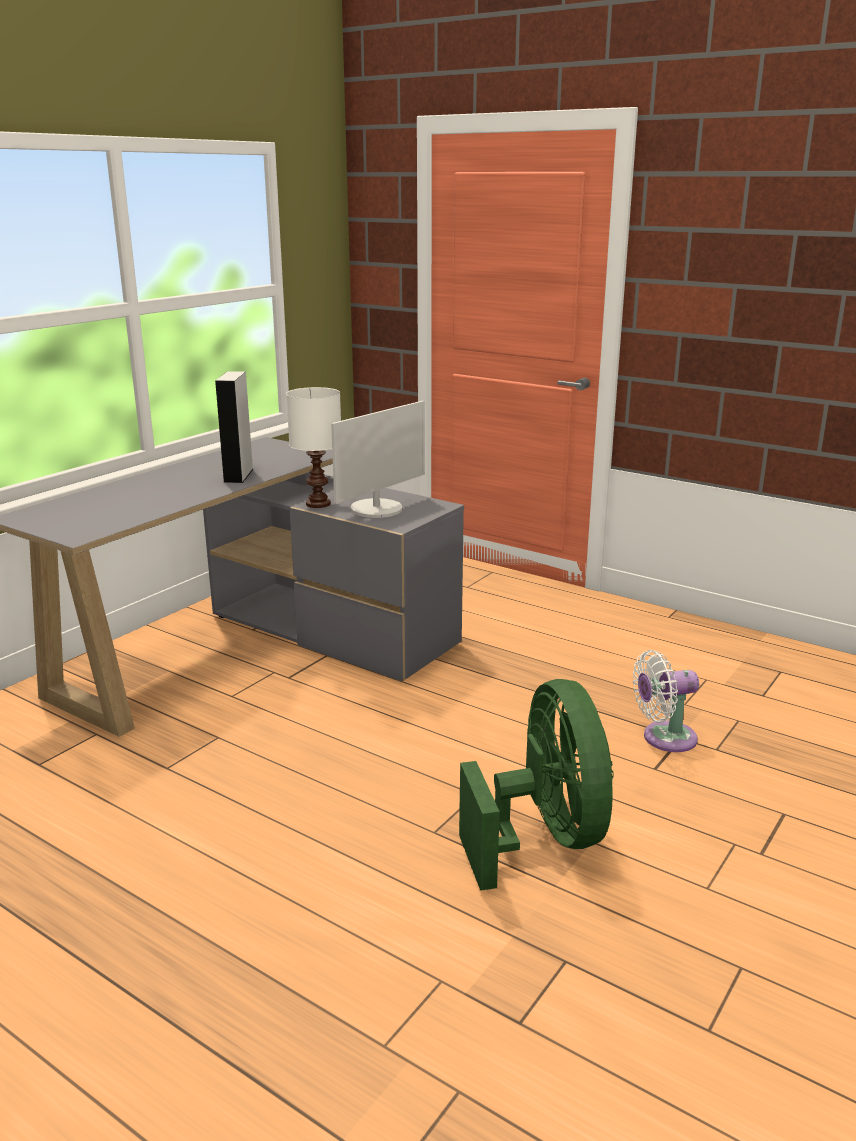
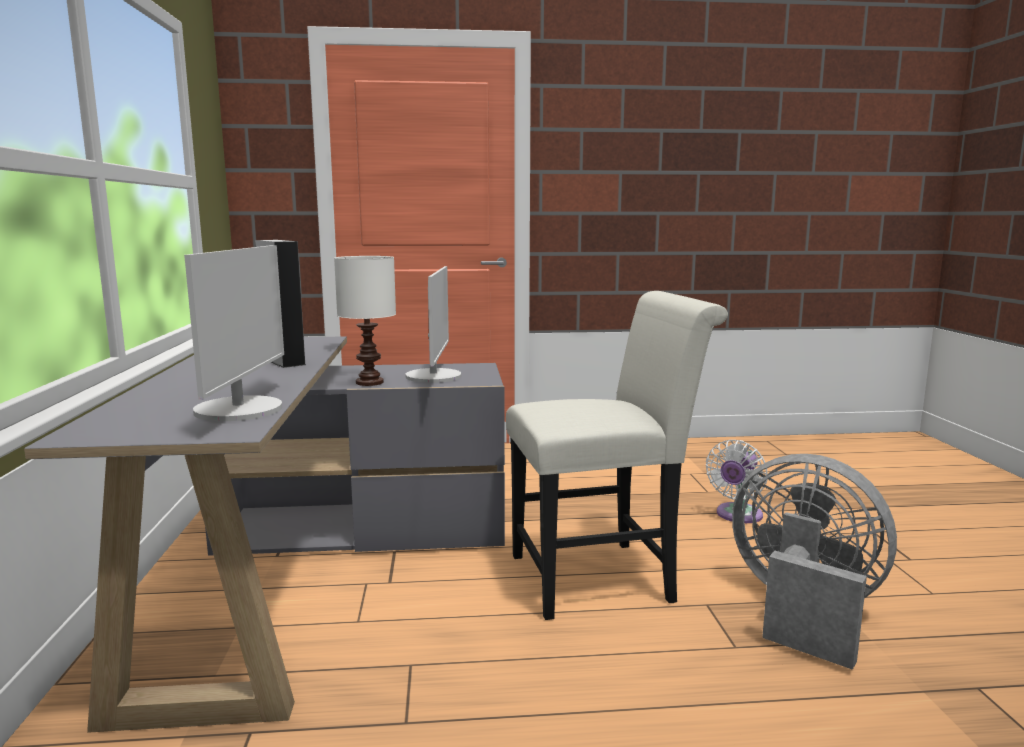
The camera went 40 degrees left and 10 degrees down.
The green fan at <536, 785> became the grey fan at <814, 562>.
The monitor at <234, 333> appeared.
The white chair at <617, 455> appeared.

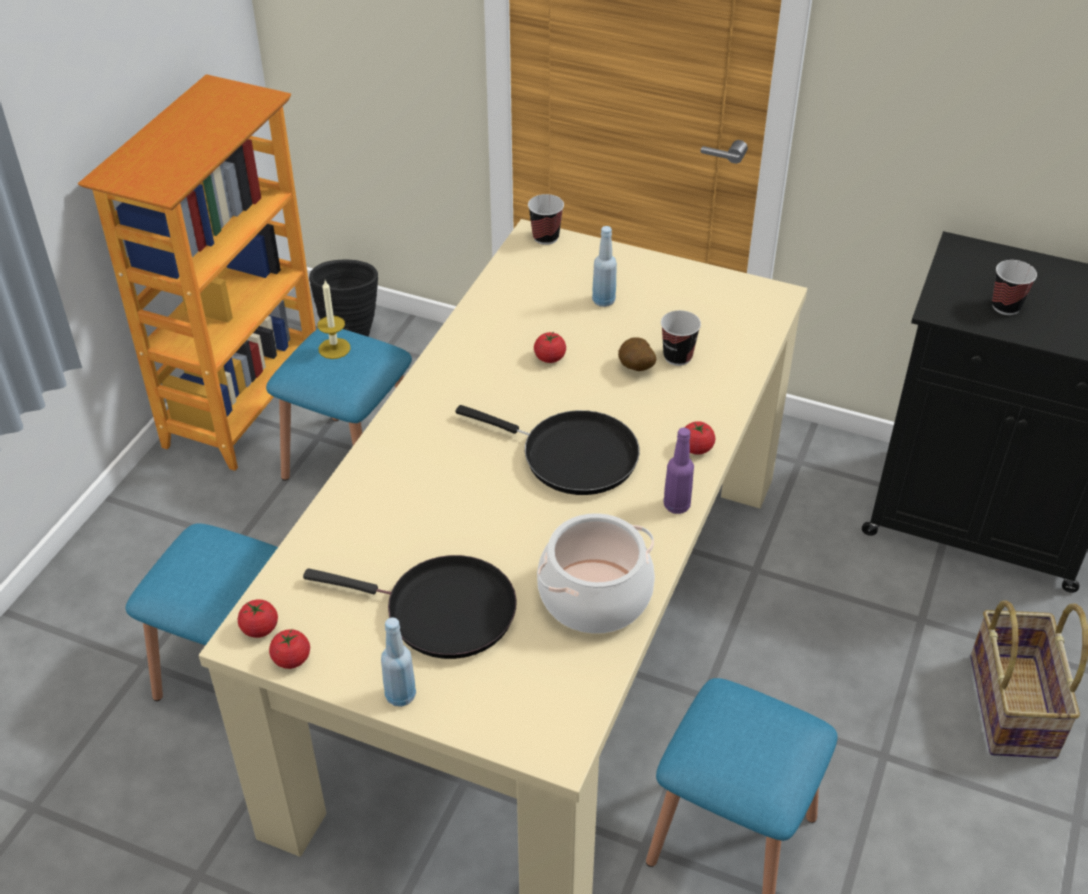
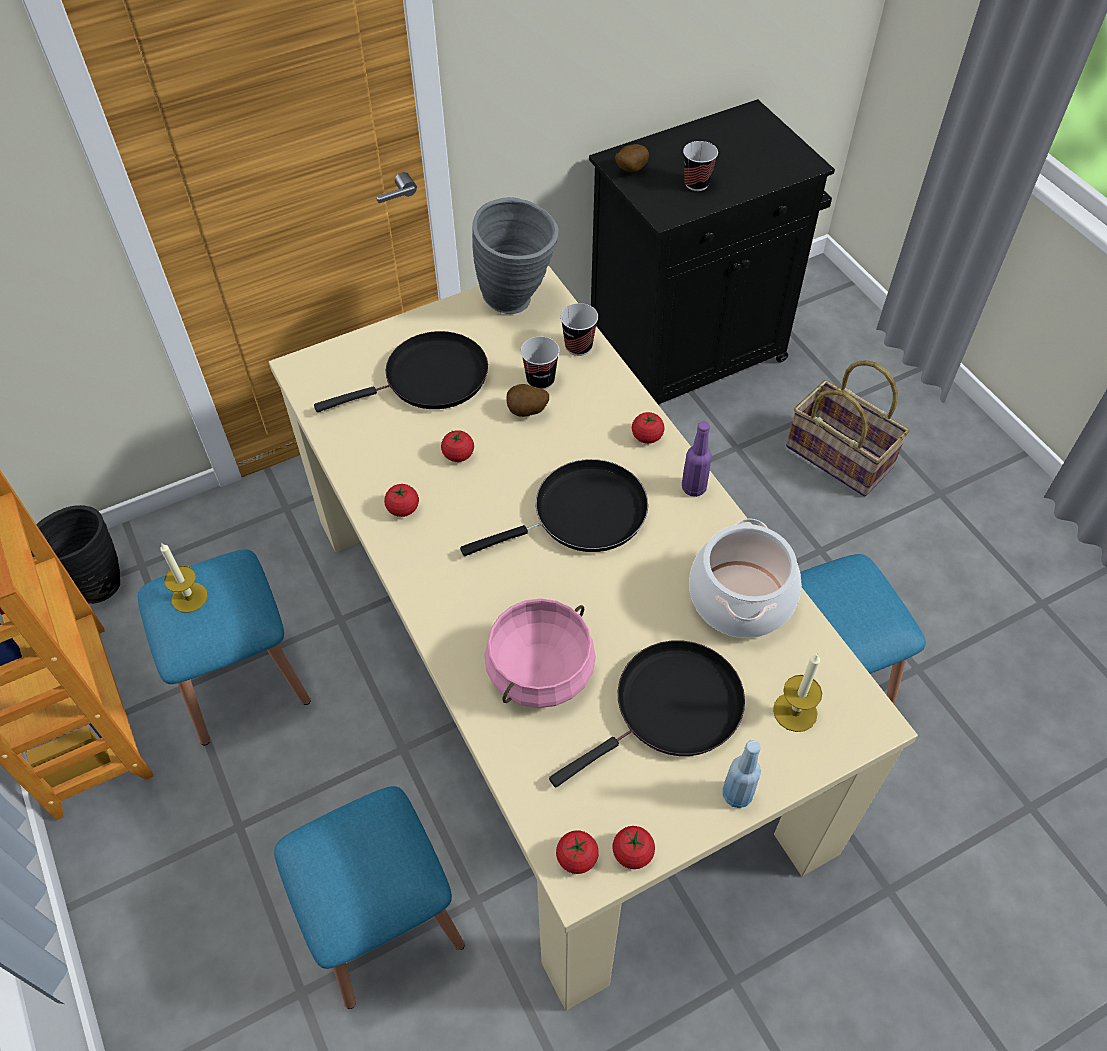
The camera went 50 degrees left and 10 degrees up.
The cup moved from <546, 219> to <579, 329>.
The blue bottle at <604, 266> was replaced by the black frying pan at <401, 371>.
The potato at <632, 158> appeared.
The grey vase at <515, 255> appeared.
The tomato at <401, 500> appeared.
The pink cooking pot at <540, 653> appeared.
The candle at <797, 693> appeared.

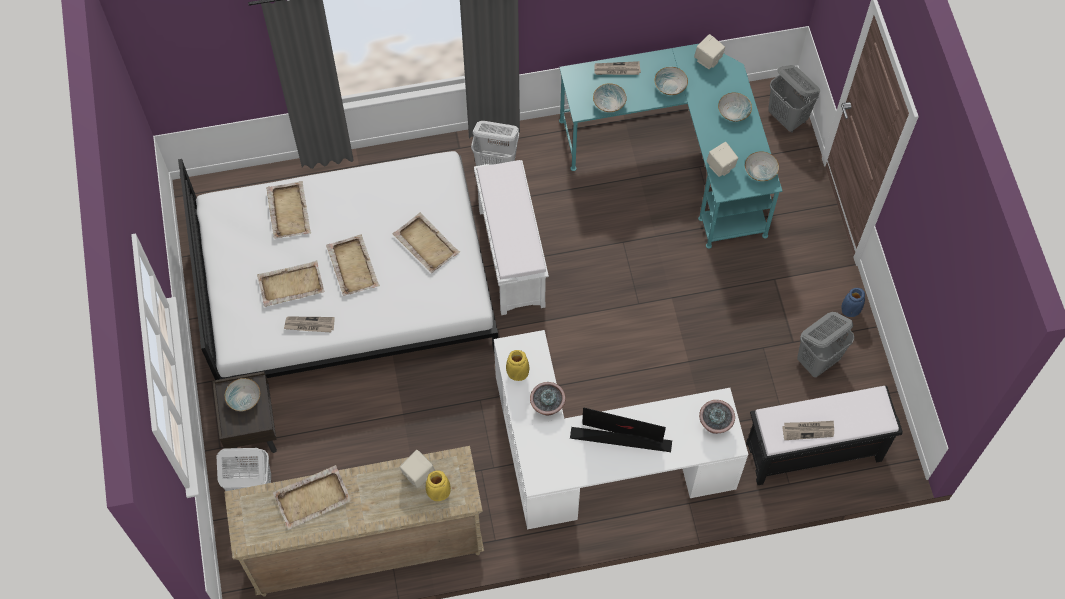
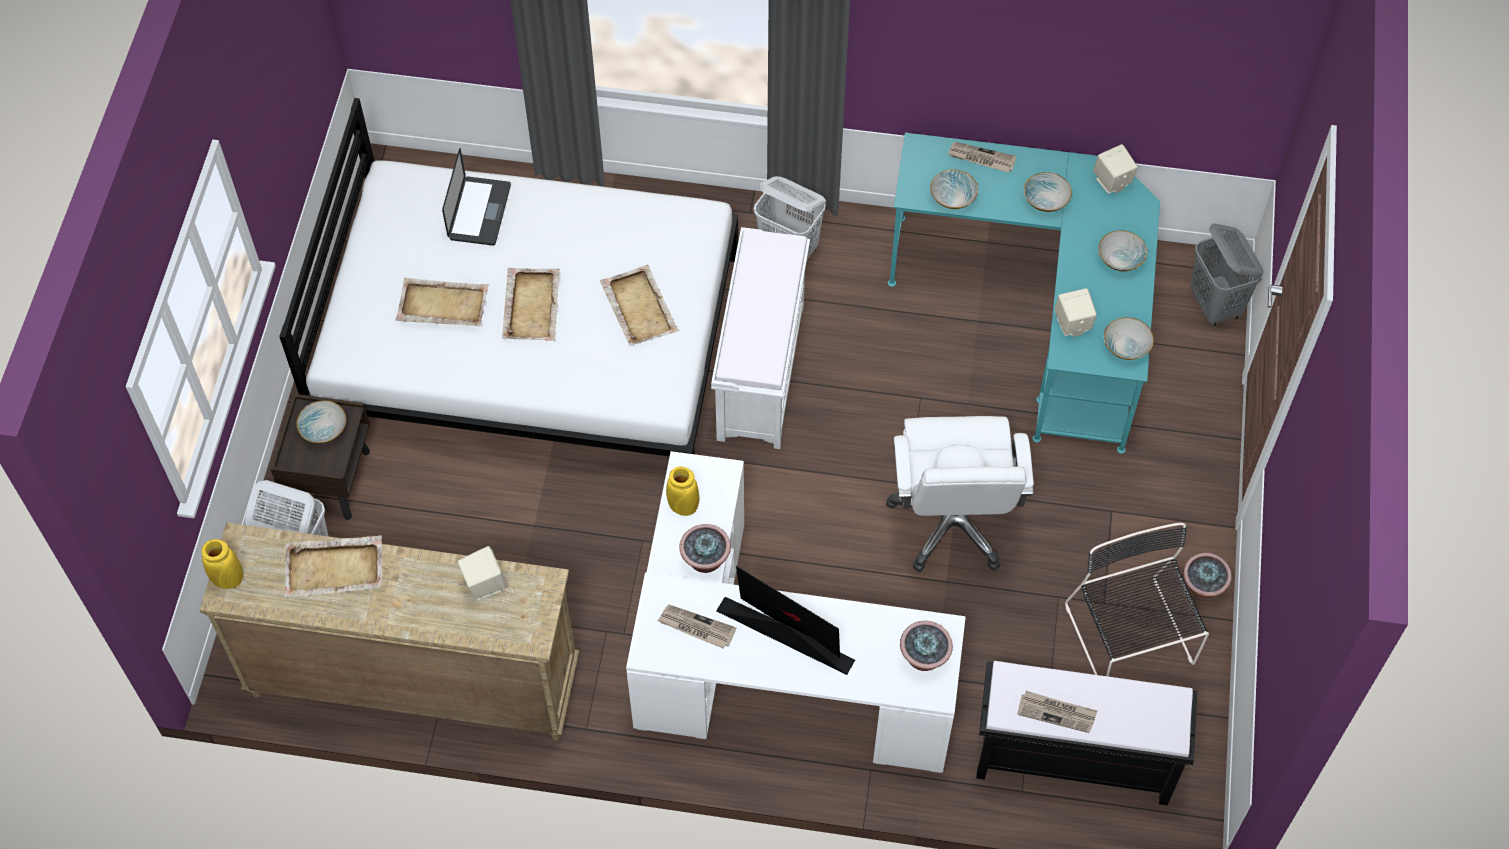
The camera went 20 degrees right and 5 degrees down.
The beige tray at <289, 210> was replaced by the laptop at <476, 197>.
The blue vase at <853, 302> was replaced by the potted plant at <1207, 575>.
The grey laundry basket at <825, 344> was replaced by the black chair at <1137, 600>.
The newspaper moved from <309, 324> to <697, 627>.
The yellow vase moved from <438, 485> to <222, 564>.
The white office chair at <960, 494> appeared.

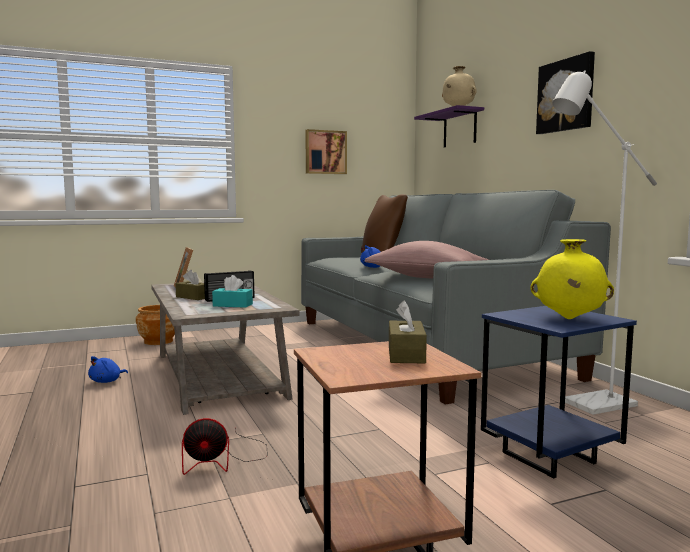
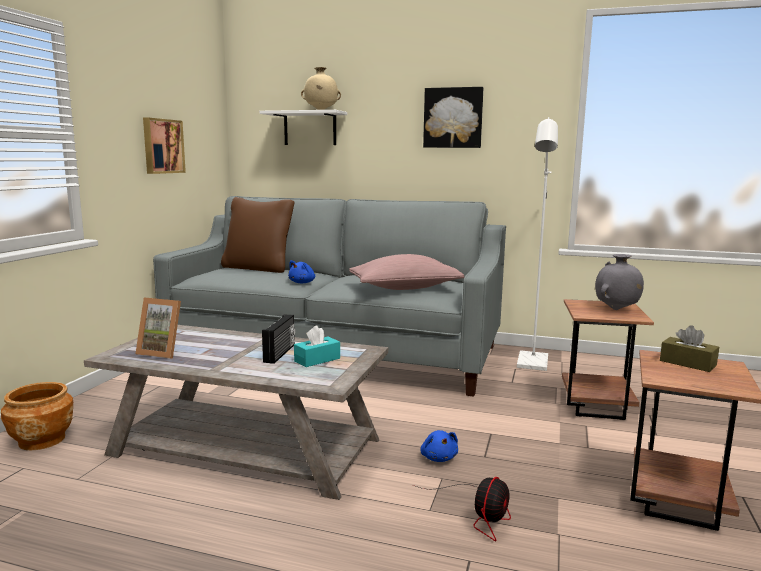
The camera went 50 degrees left and 5 degrees up.
The purple shelf at <449, 126> became the white shelf at <303, 127>.
The yellow vase at <572, 279> became the grey vase at <619, 282>.
The brown tissue box at <190, 285> disappeared.
The blue side table at <559, 392> became the brown side table at <608, 359>.
The blue plush toy moved from <108, 369> to <439, 446>.

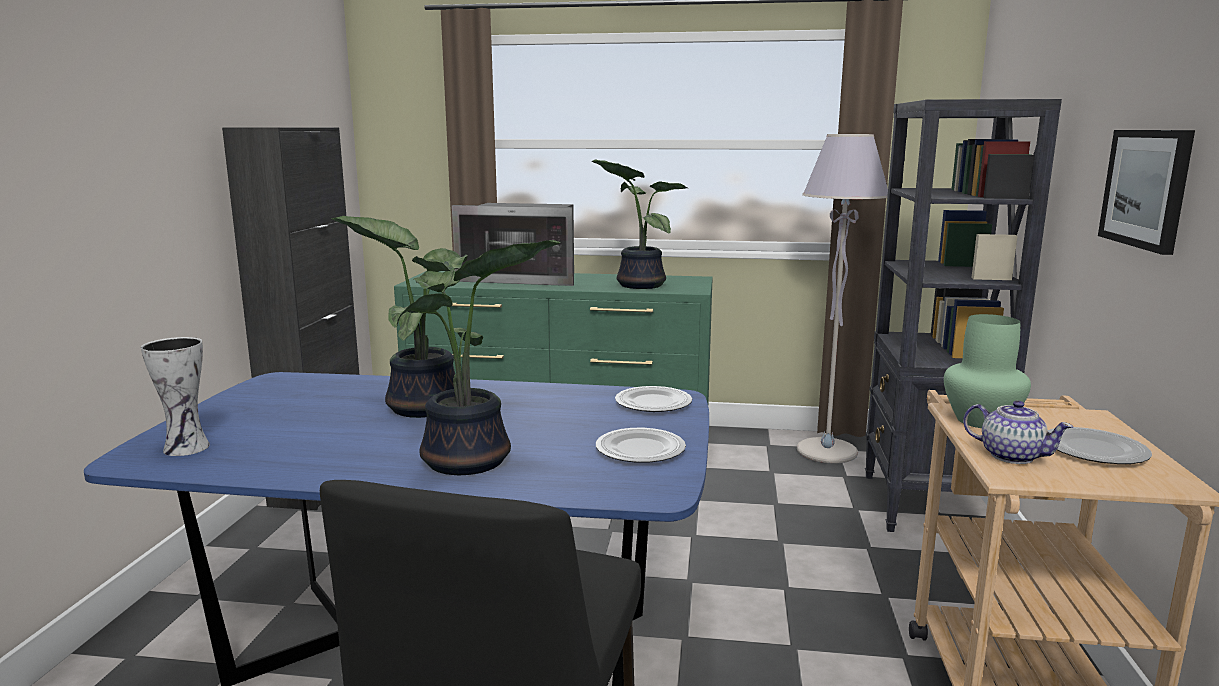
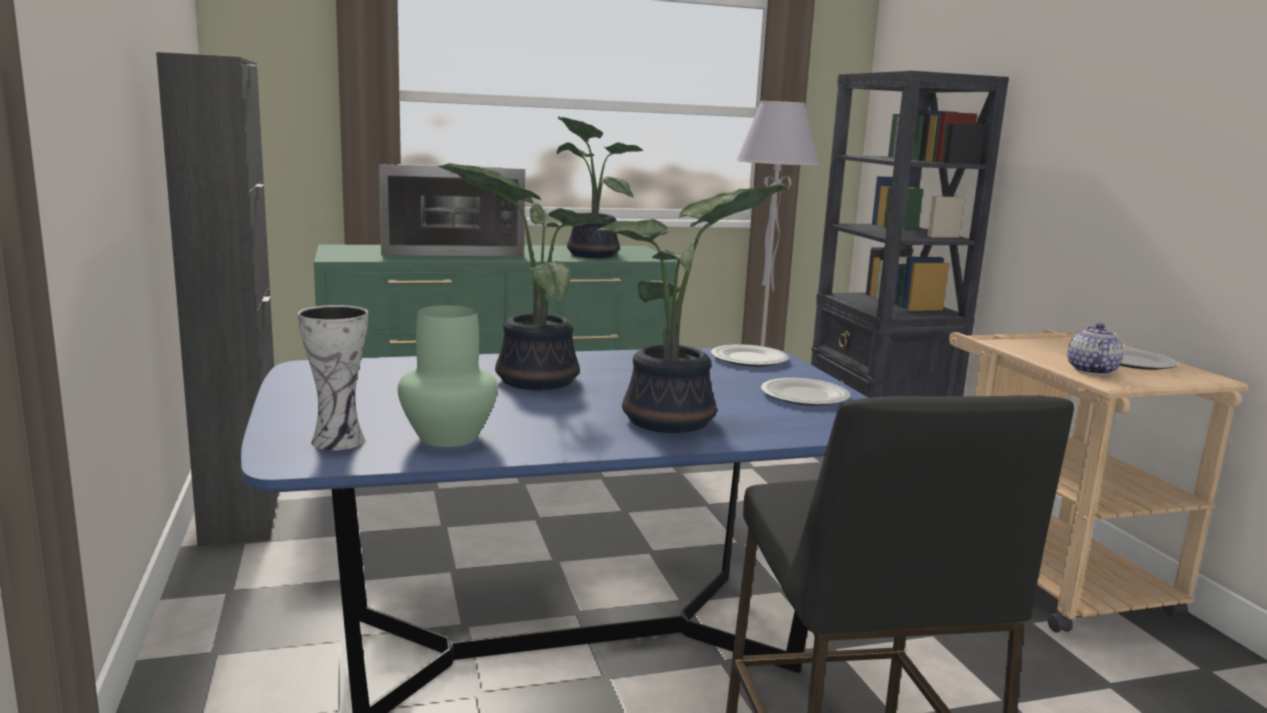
The camera went 25 degrees left and 0 degrees up.
The picture at <1146, 192> disappeared.
The green vase moved from <987, 371> to <448, 376>.
The teapot at <1018, 432> turned 90 degrees counterclockwise.

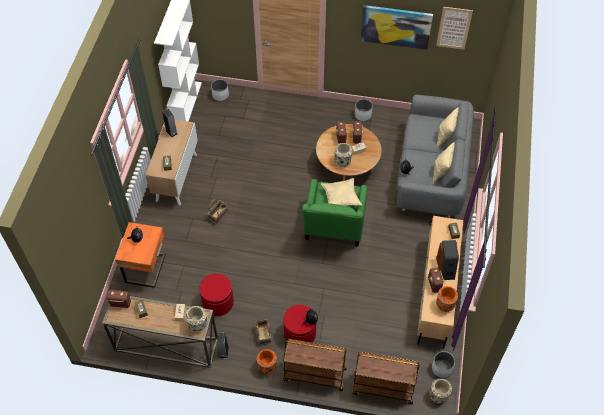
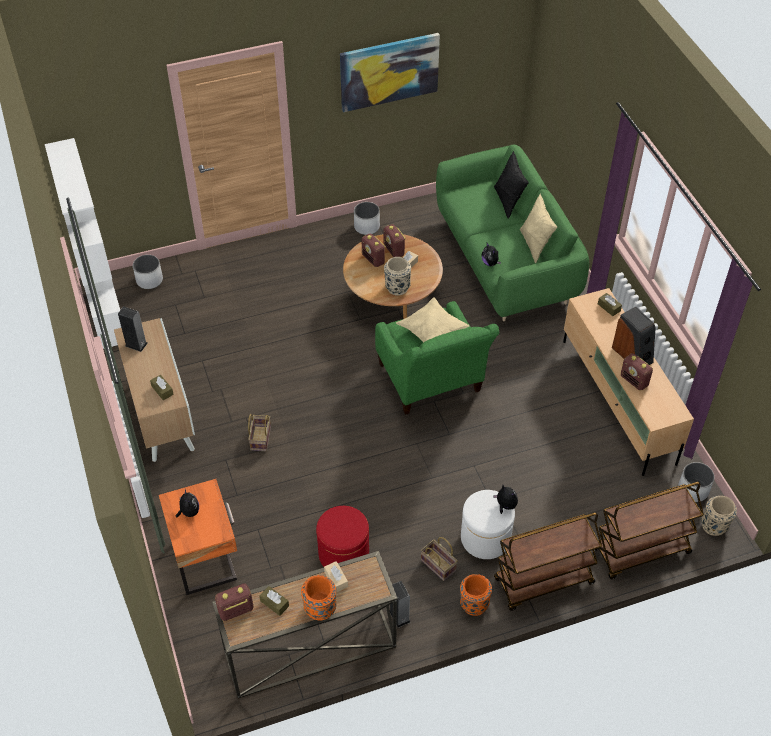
The camera went 30 degrees left and 5 degrees down.
The picture at <454, 28> disappeared.
The grey sofa at <435, 156> became the green sofa at <512, 233>.
The beige pillow at <448, 127> became the black pillow at <511, 184>.
The orange vase moved from <447, 299> to <318, 598>.
The red ottoman at <300, 323> became the white ottoman at <488, 524>.
The beige vase at <196, 319> disappeared.

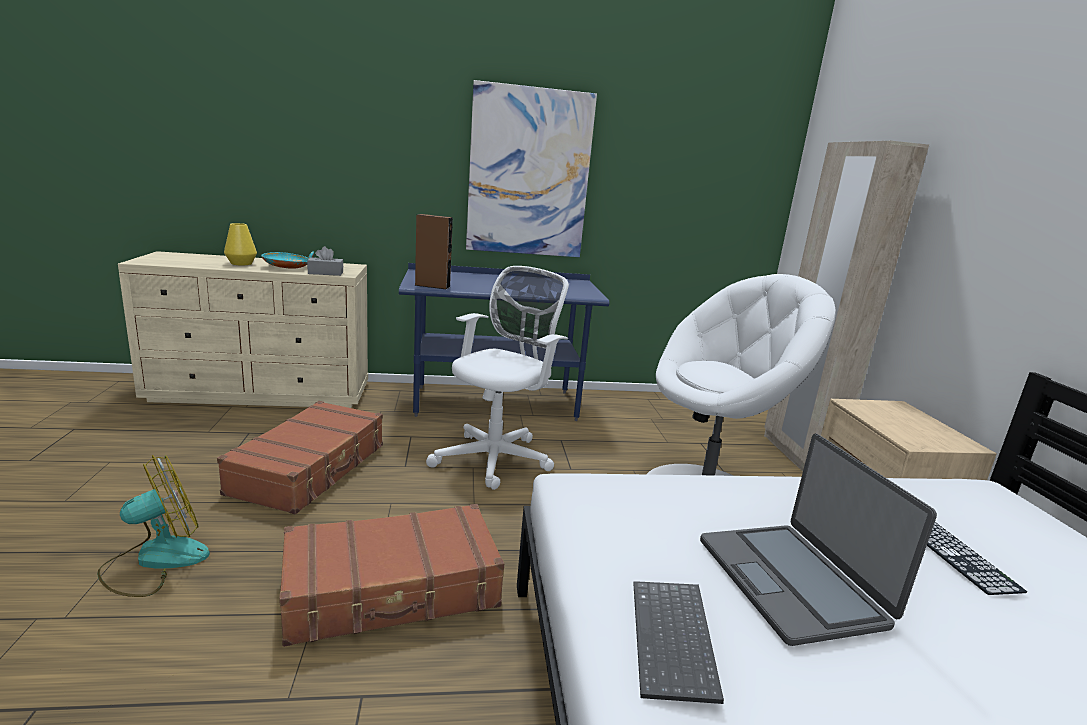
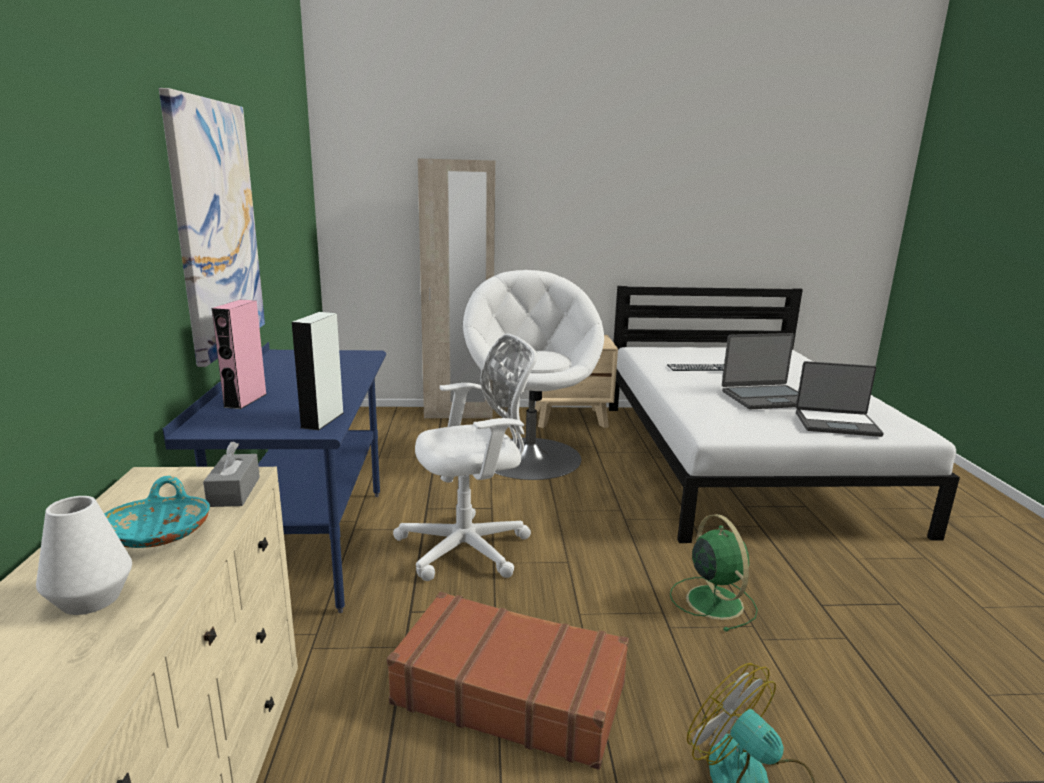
The camera went 85 degrees left and 0 degrees up.
The brown speaker at <433, 252> became the white speaker at <317, 371>.
The yellow vase at <240, 244> became the white vase at <84, 555>.
The white office chair at <497, 378> turned 120 degrees clockwise.
The brown suitcase at <391, 575> was replaced by the green fan at <714, 573>.
The keyboard at <679, 642> was replaced by the laptop at <840, 399>.
The pink speaker at <239, 354> appeared.

